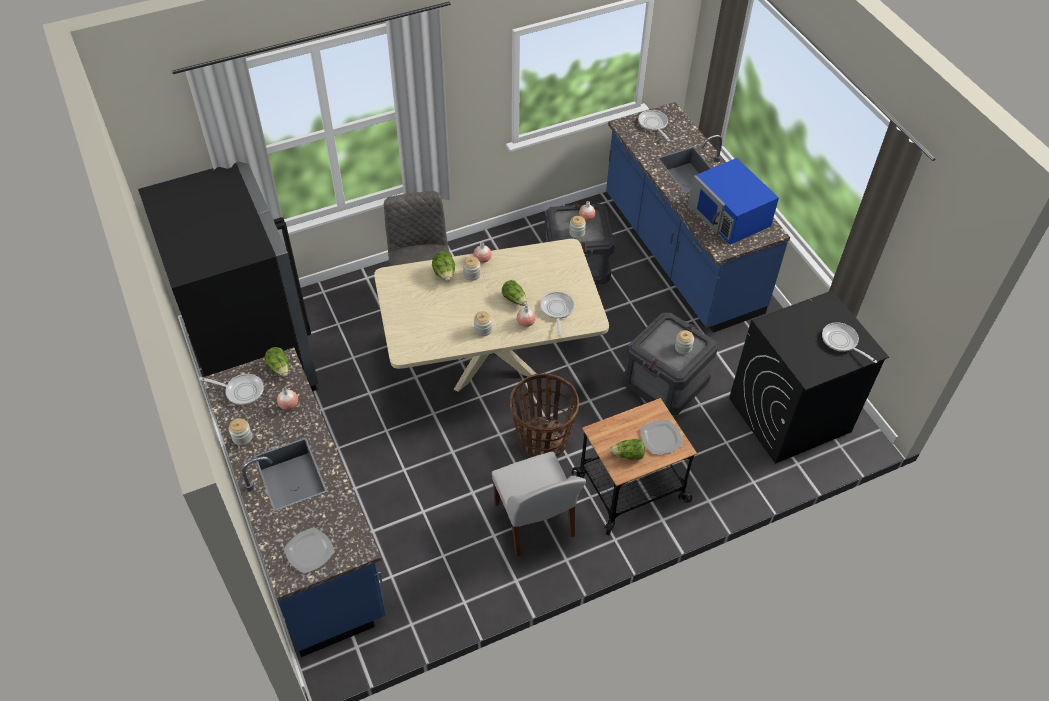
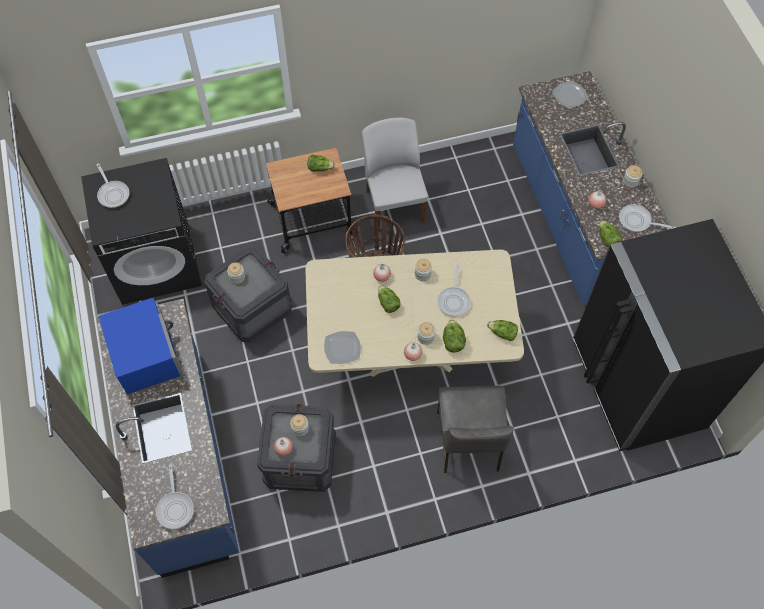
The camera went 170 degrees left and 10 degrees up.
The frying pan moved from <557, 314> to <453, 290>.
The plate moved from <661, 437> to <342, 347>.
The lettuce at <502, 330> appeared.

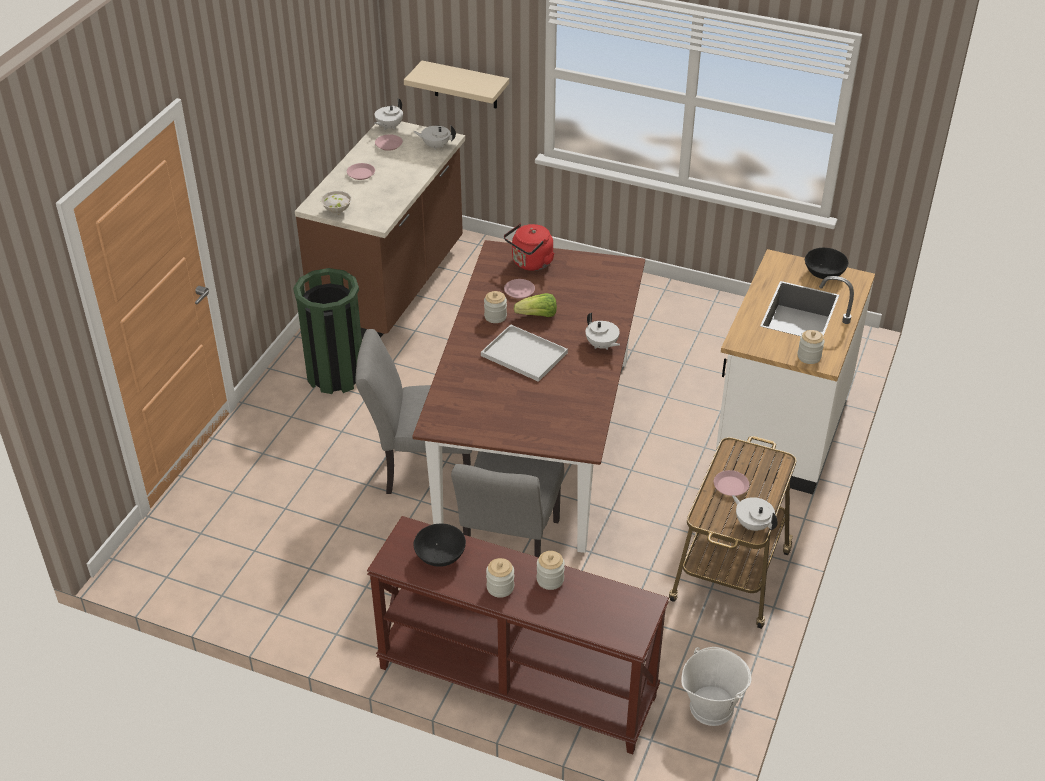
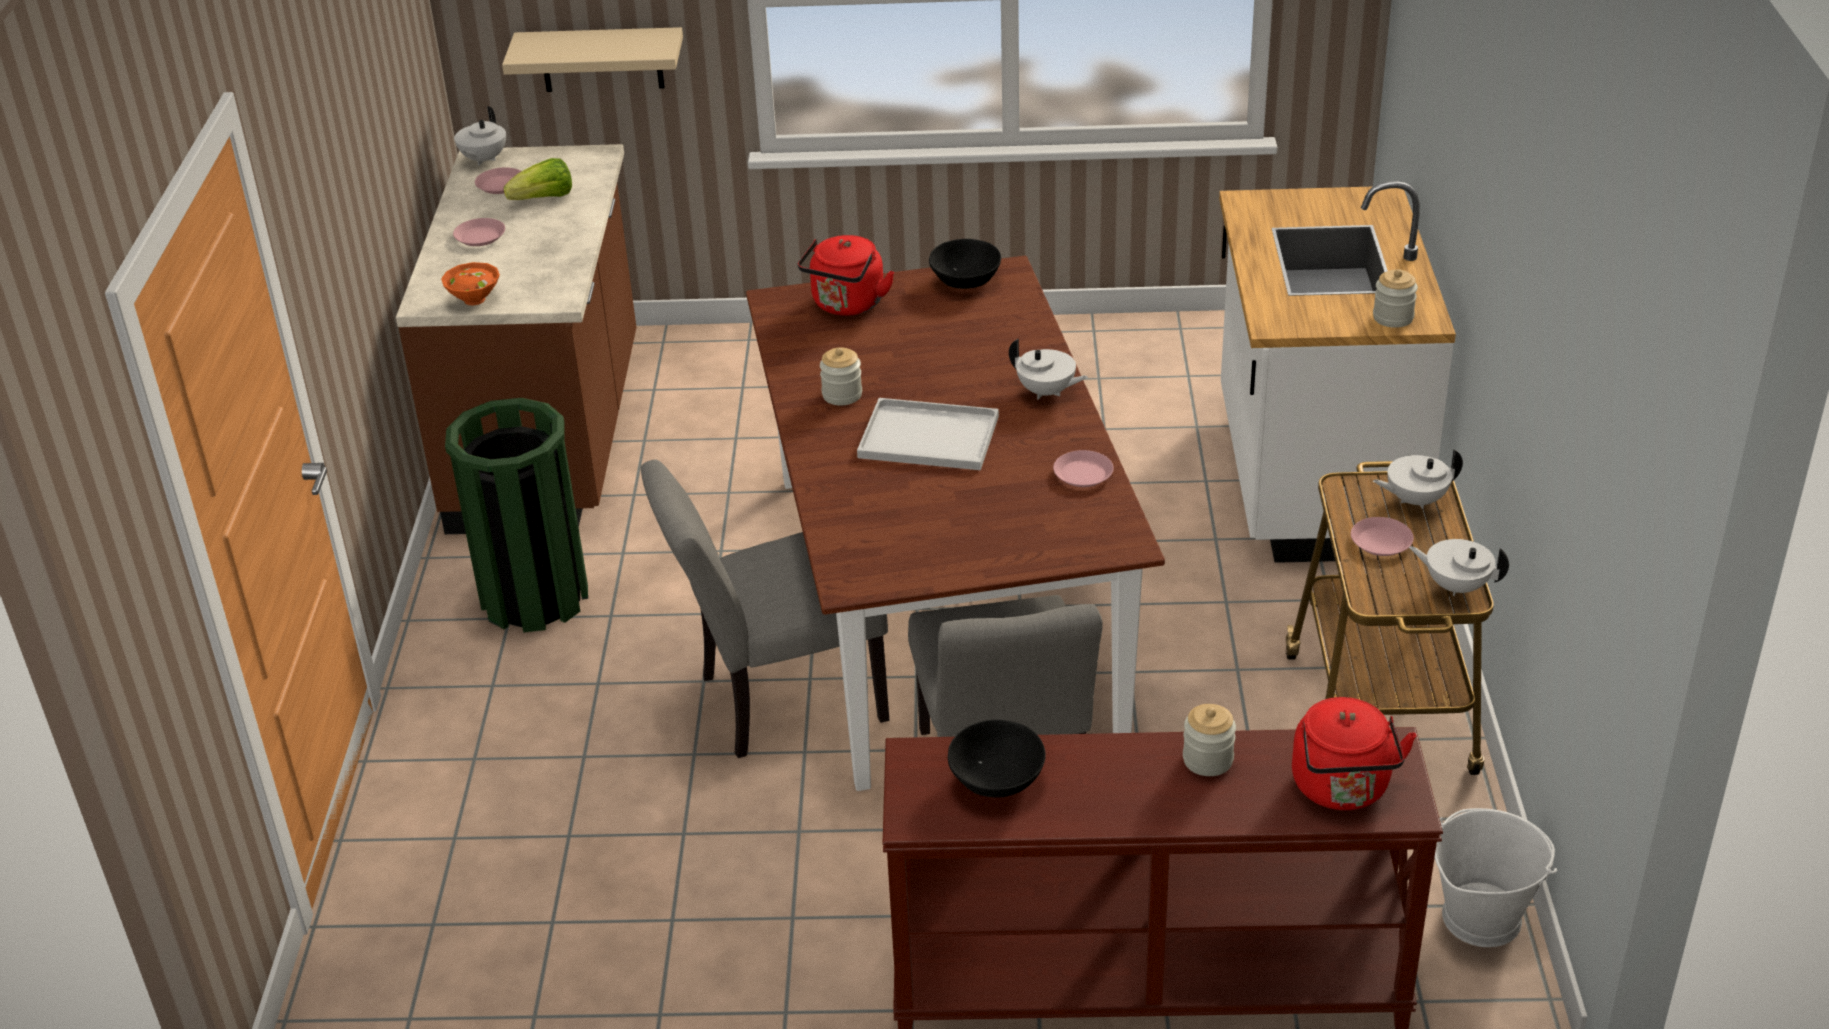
The camera went 20 degrees left and 5 degrees down.
The white teapot moved from <434, 138> to <1418, 479>.
The white bowl at <336, 203> became the orange bowl at <470, 284>.
The black bowl moved from <826, 263> to <965, 264>.
The pink plate moved from <519, 289> to <1083, 468>.
The lettuce moved from <535, 305> to <538, 179>.
The jar at <500, 578> disappeared.
The red kettle at <1354, 753> appeared.

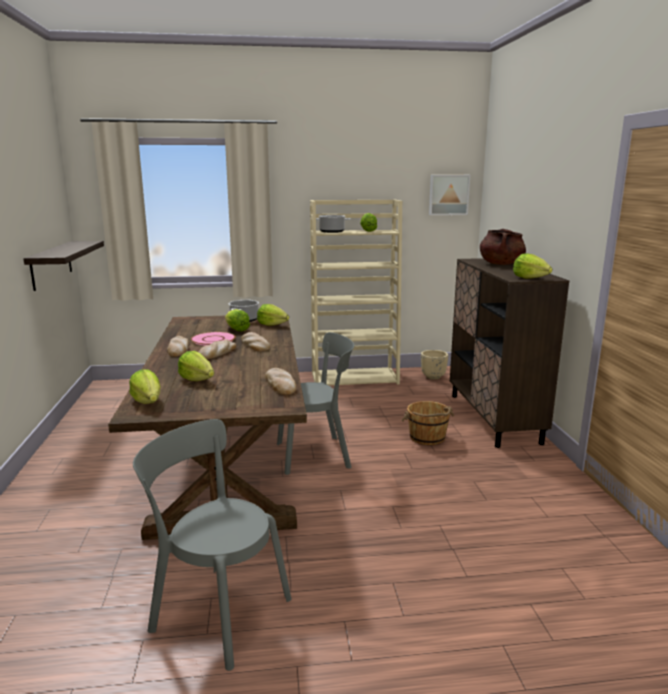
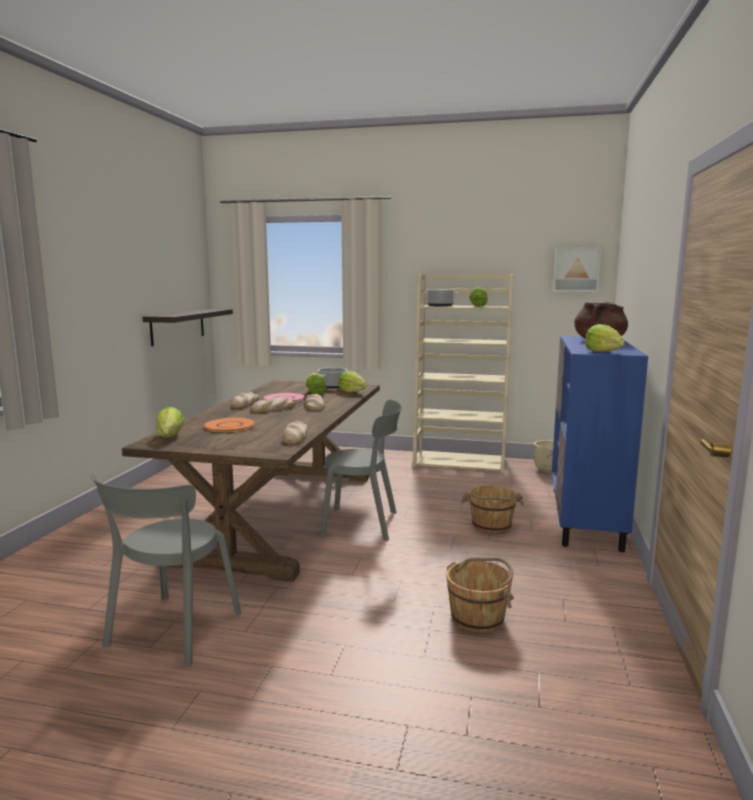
The camera went 20 degrees right and 5 degrees down.
The brown cabinet at <509, 353> became the blue cabinet at <600, 444>.
The lettuce at <196, 366> was replaced by the orange plate at <229, 424>.
The grey chair at <212, 545> turned 120 degrees counterclockwise.
The brown bucket at <480, 595> appeared.

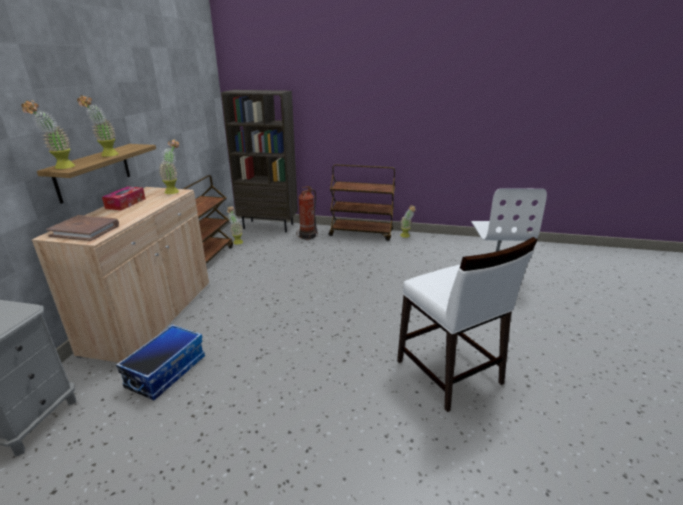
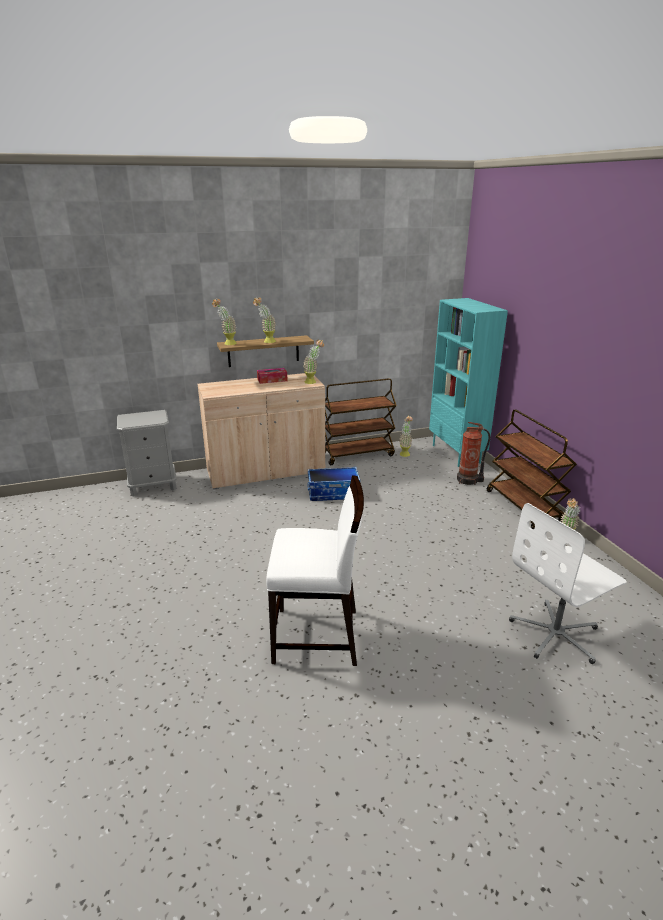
The camera went 60 degrees right and 0 degrees up.
The brown bookcase at <259, 161> became the turquoise bookcase at <468, 382>.
The brown book at <82, 228> disappeared.
The white chair at <467, 324> turned 120 degrees counterclockwise.
The storage box moved from <160, 362> to <333, 484>.

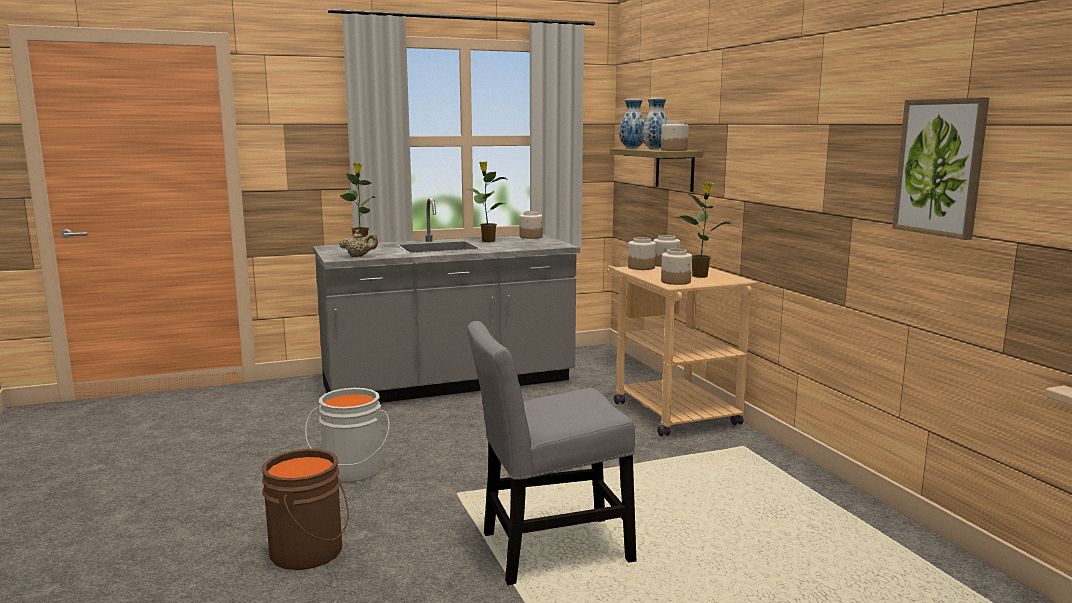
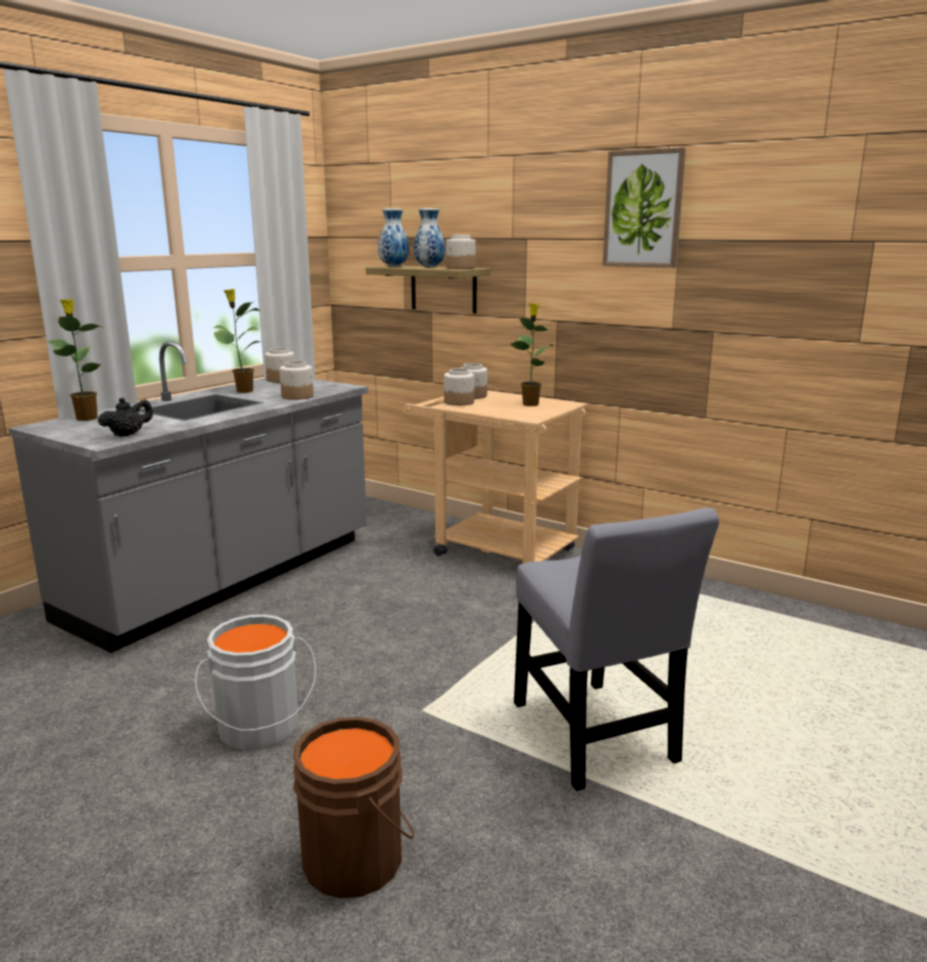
The camera went 35 degrees left and 5 degrees up.
The picture moved from <940, 168> to <644, 208>.
The beige teapot at <358, 243> became the black teapot at <125, 417>.
The jar moved from <676, 267> to <297, 380>.
The grey chair at <551, 453> turned 60 degrees counterclockwise.

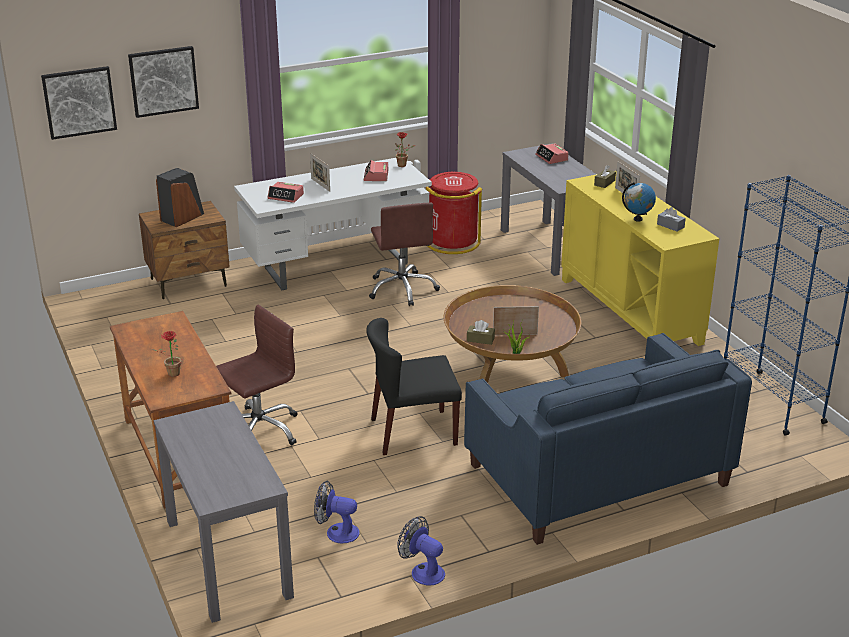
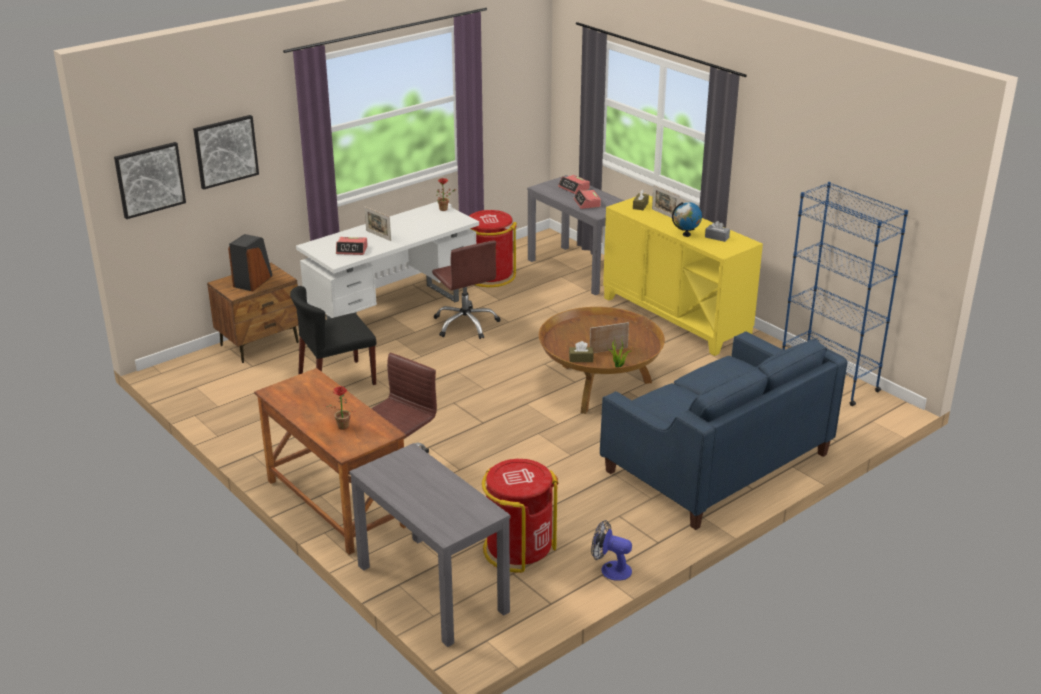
The camera went 15 degrees left and 0 degrees up.
The alarm clock moved from <376, 170> to <587, 199>.
The black chair moved from <414, 386> to <333, 335>.
The fan at <337, 512> was replaced by the red trash can at <520, 516>.

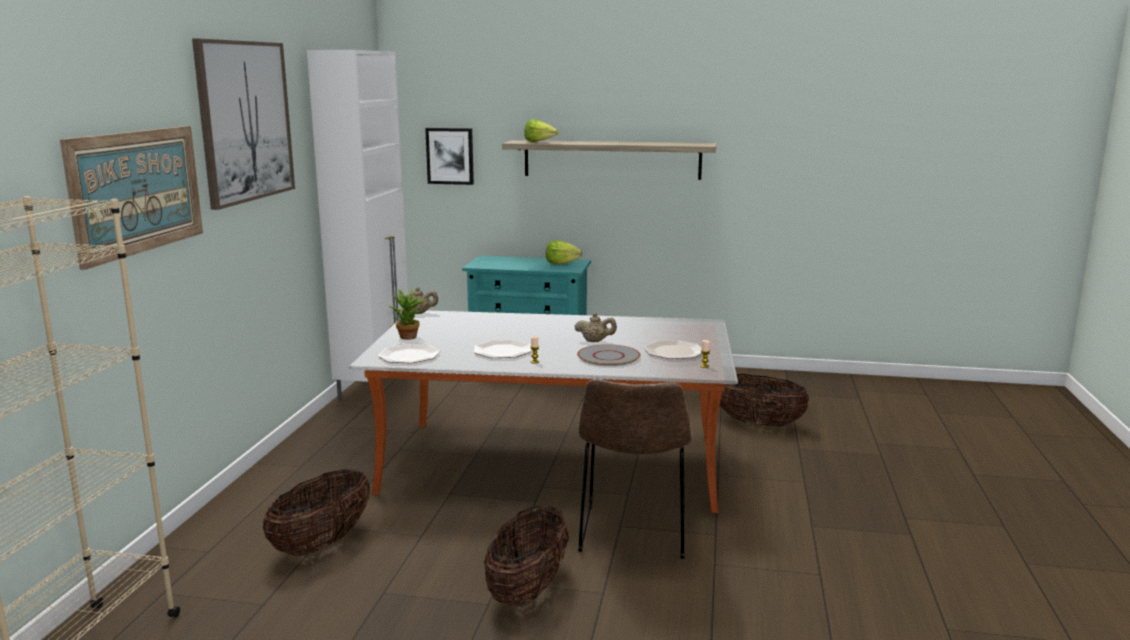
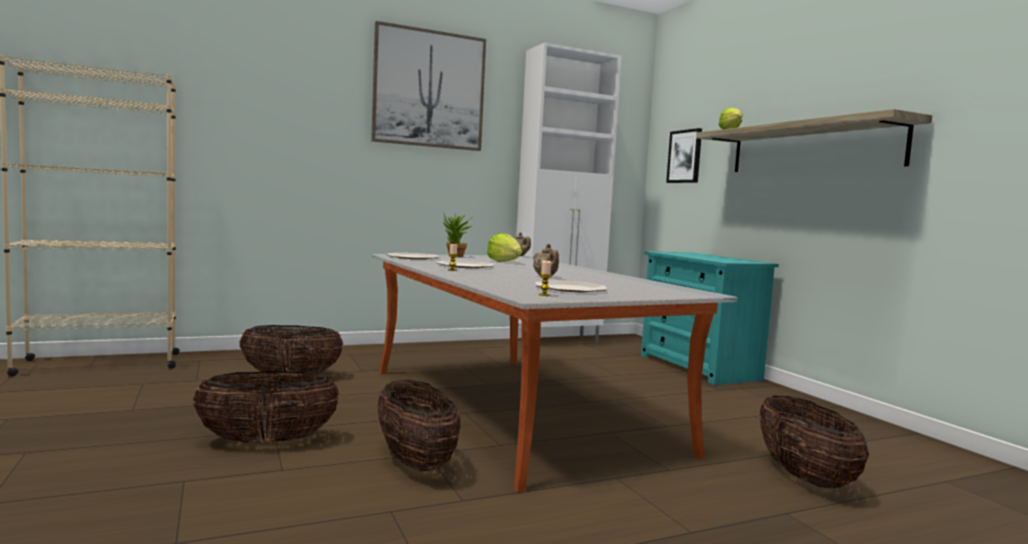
The camera went 55 degrees right and 10 degrees down.
The picture at <131, 198> disappeared.
The lettuce moved from <564, 252> to <504, 247>.
The grey plate at <608, 355> disappeared.
The brown chair at <635, 469> was replaced by the basket at <419, 425>.

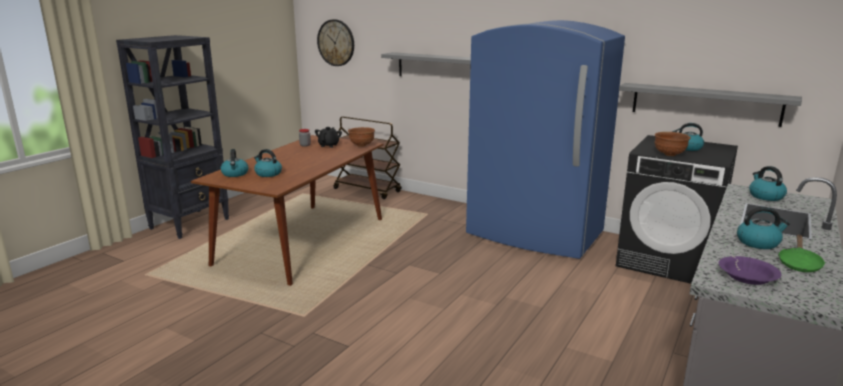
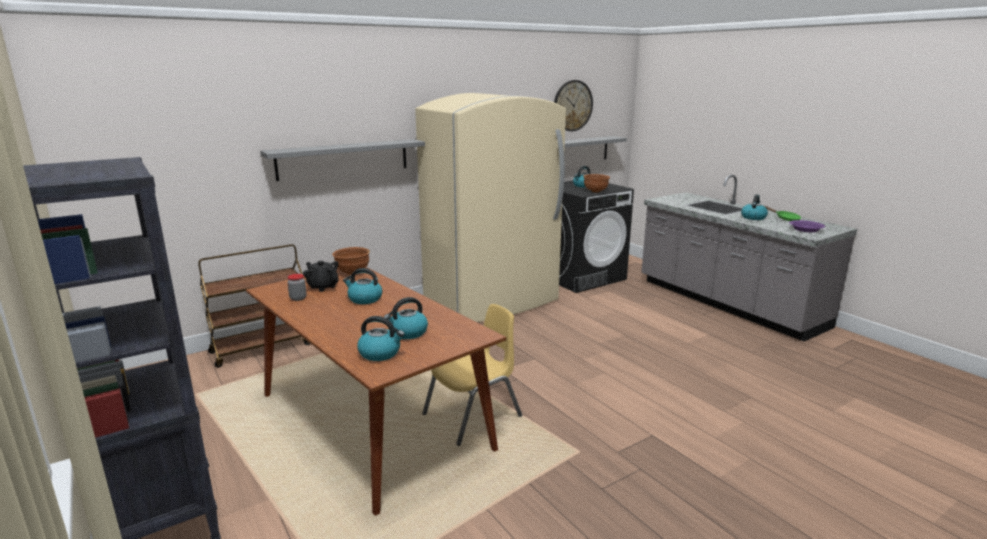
The camera went 65 degrees left and 0 degrees up.
The wall clock moved from <335, 42> to <573, 105>.
The blue fridge at <545, 139> became the beige fridge at <490, 207>.
The kettle moved from <768, 183> to <362, 286>.
The yellow chair at <472, 375> appeared.

